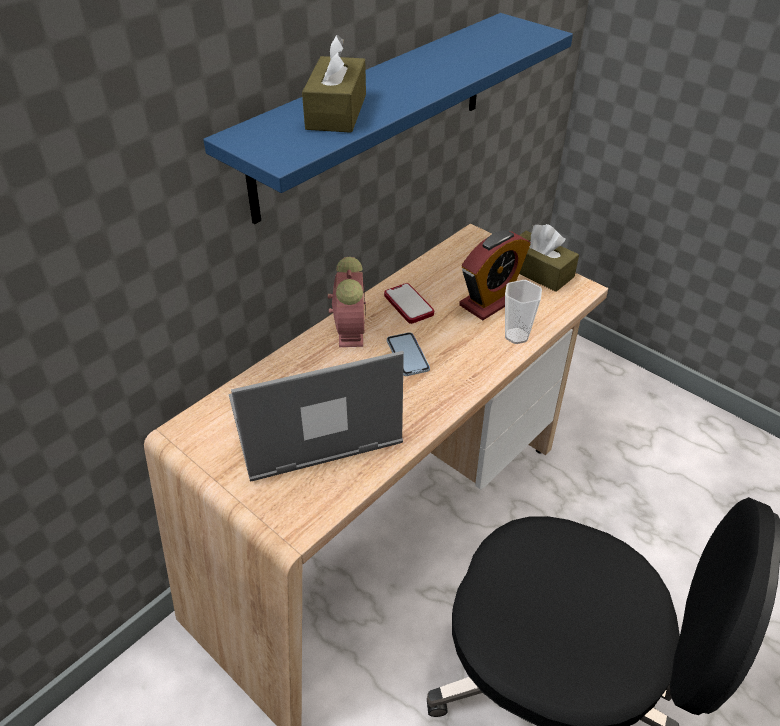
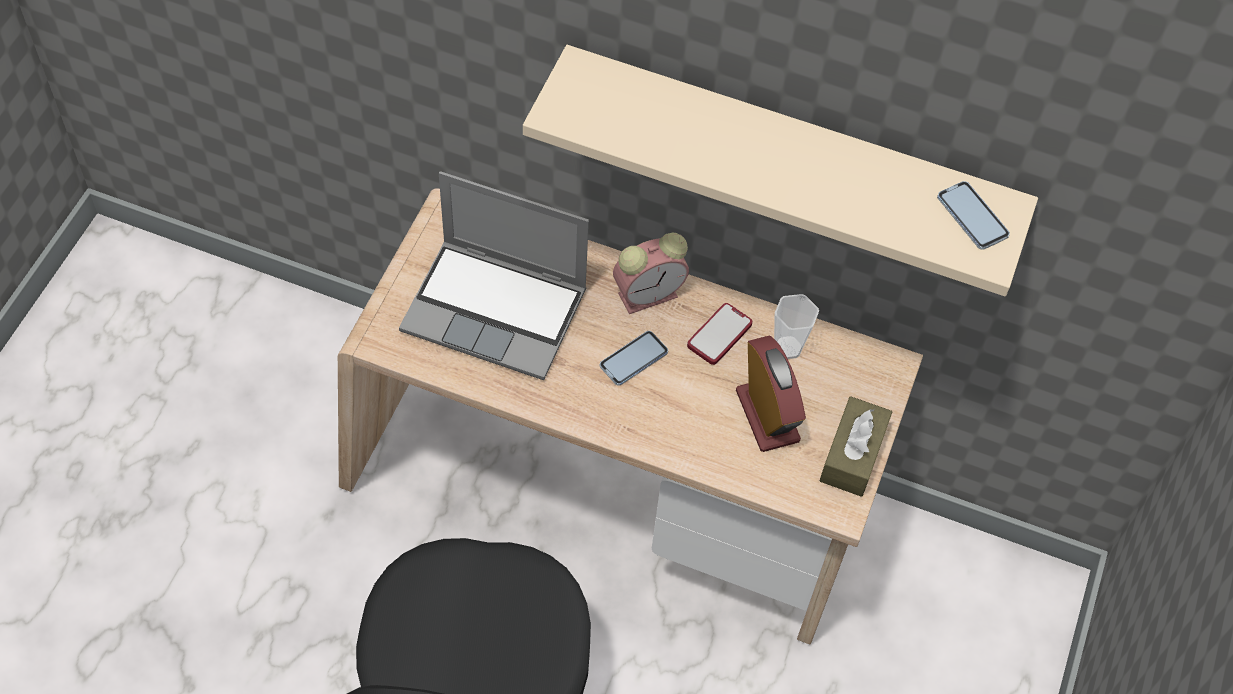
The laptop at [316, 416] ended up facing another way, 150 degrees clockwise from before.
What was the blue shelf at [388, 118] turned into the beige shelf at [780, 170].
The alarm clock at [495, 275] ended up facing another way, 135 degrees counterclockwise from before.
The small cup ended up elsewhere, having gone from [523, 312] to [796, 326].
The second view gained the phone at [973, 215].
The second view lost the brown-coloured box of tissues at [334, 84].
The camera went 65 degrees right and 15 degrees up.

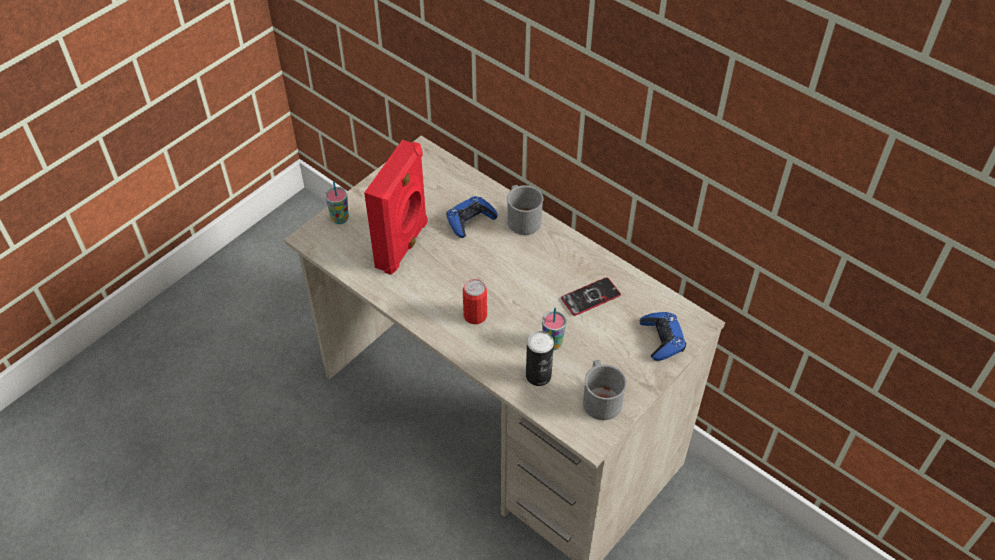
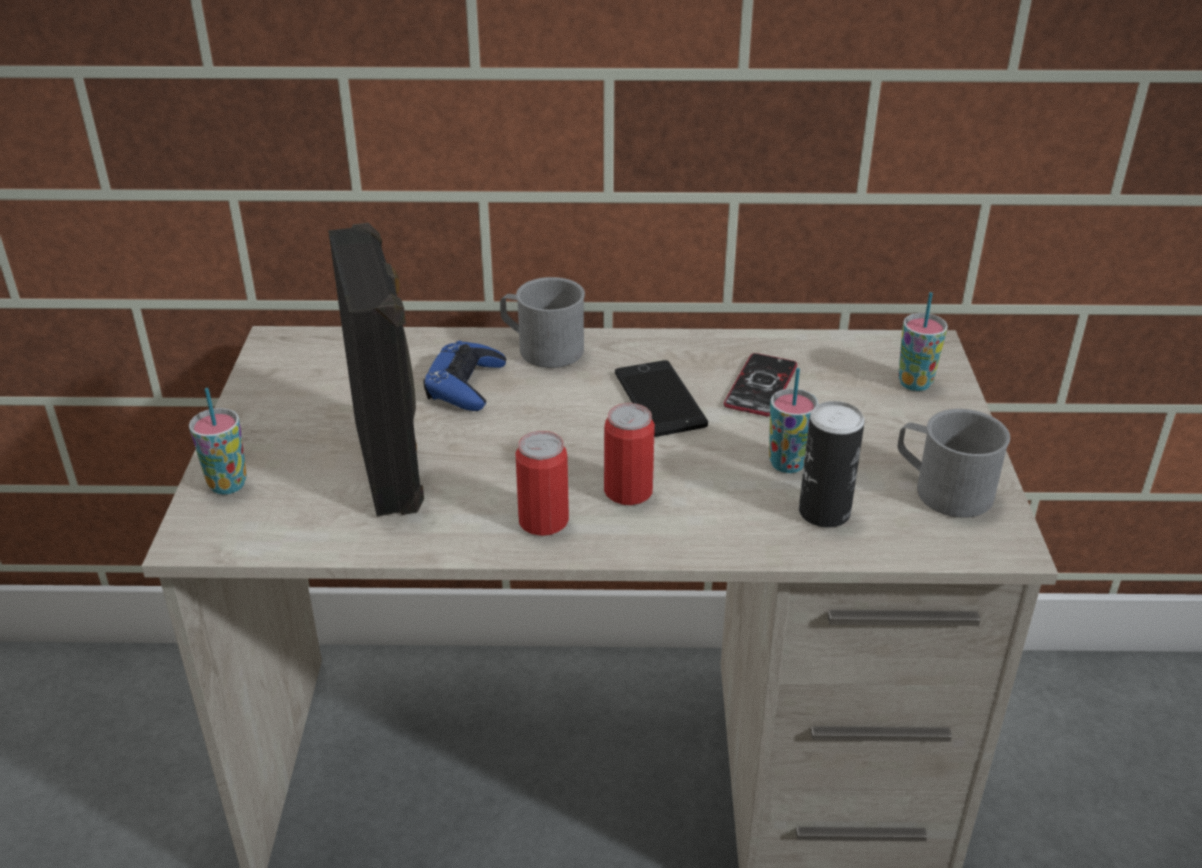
What was the reddish audio speaker at [396, 207] turned into the black-coloured audio speaker at [376, 370].
The second view gained the metal can at [542, 483].
The second view gained the phone at [661, 398].
Where the blue game controller stood at [663, 336], the small cup came to stand at [923, 341].
The camera went 40 degrees left and 15 degrees down.

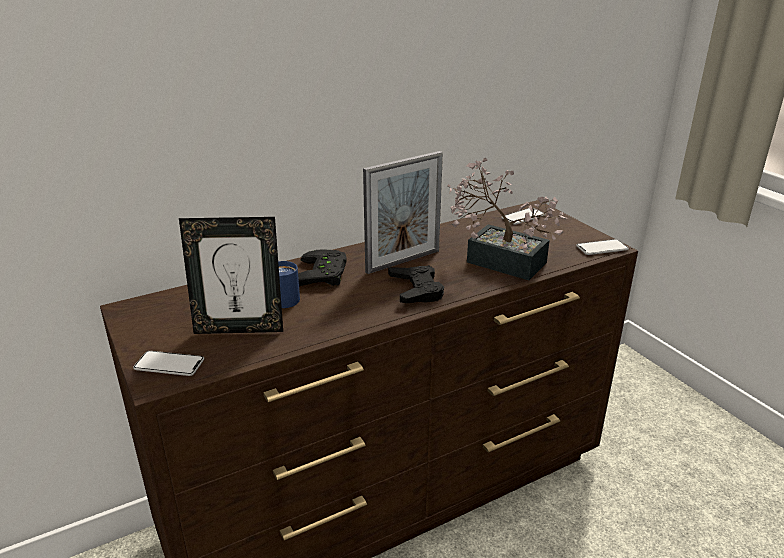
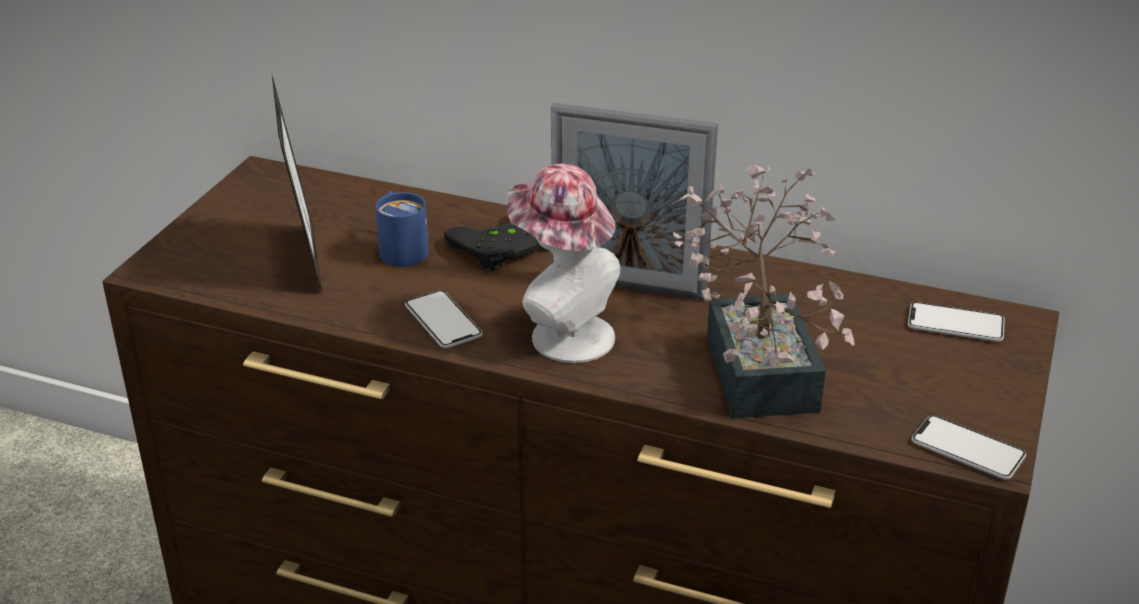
The photo frame at [231, 275] ended up facing another way, 150 degrees counterclockwise from before.
The phone ended up elsewhere, having gone from [168, 363] to [444, 319].
Where the black-coloured game controller stood at [416, 284], the clothing hat came to stand at [563, 263].
The camera went 50 degrees right and 5 degrees up.

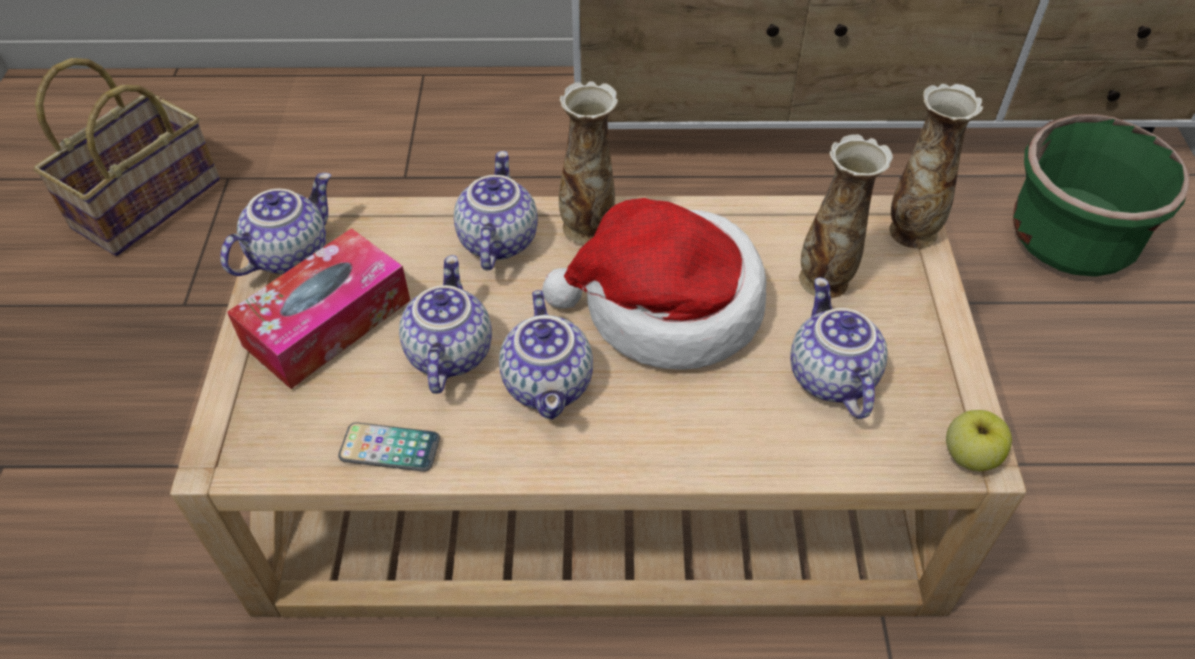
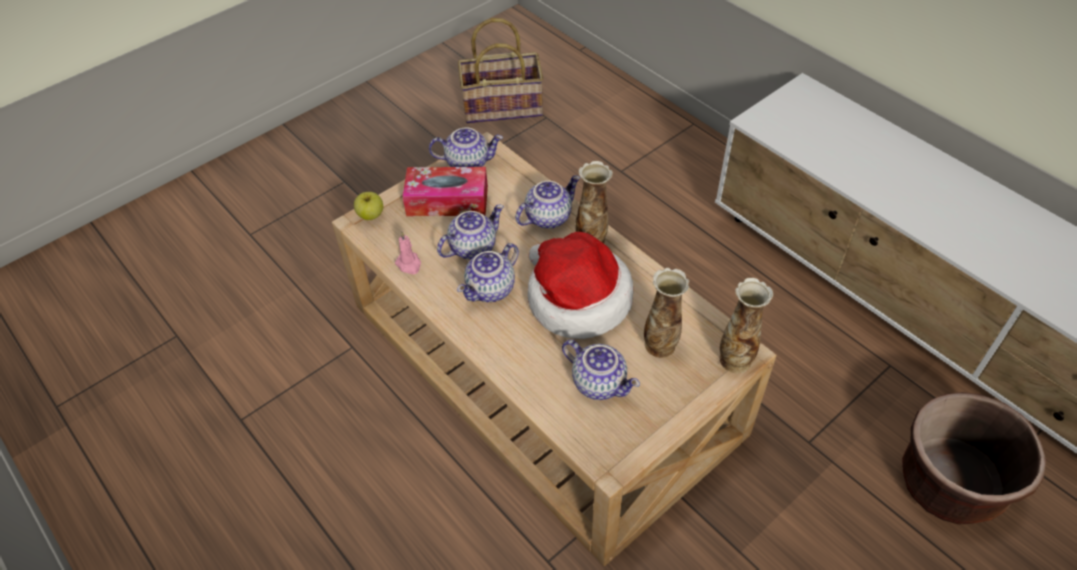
The apple fruit ended up elsewhere, having gone from [979, 440] to [368, 206].
Where the phone stood at [389, 447], the pink-coloured candle came to stand at [408, 253].
The tea pot at [839, 348] ended up facing another way, 90 degrees clockwise from before.
What was the greenish plant pot at [1101, 195] turned into the brown-coloured plant pot at [974, 458].
The camera went 50 degrees right and 0 degrees up.

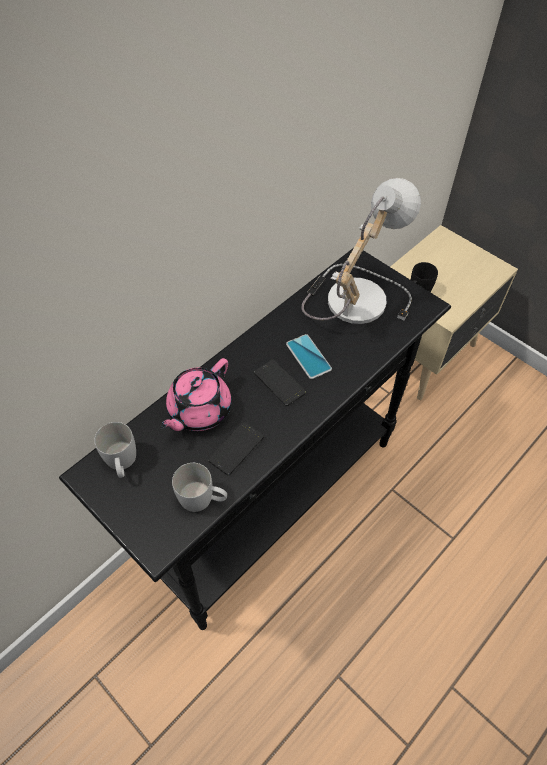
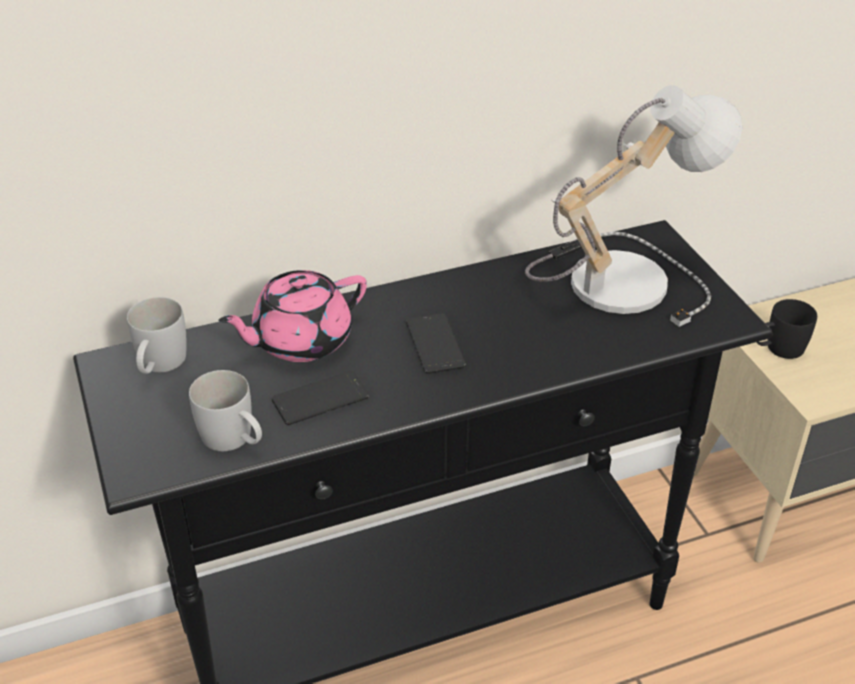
The second view lost the phone at [309, 356].
The camera went 25 degrees right and 15 degrees down.

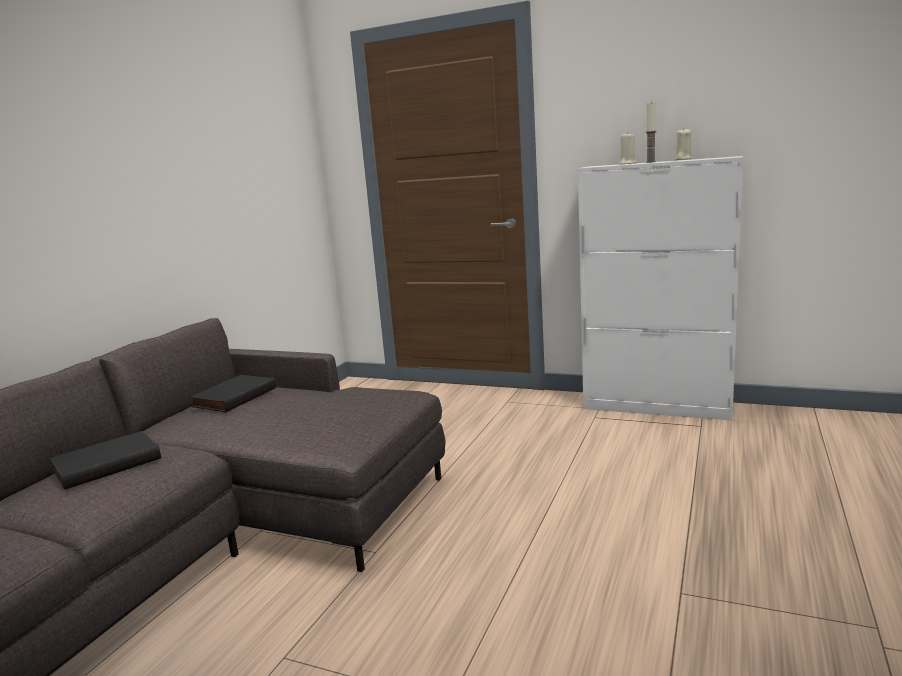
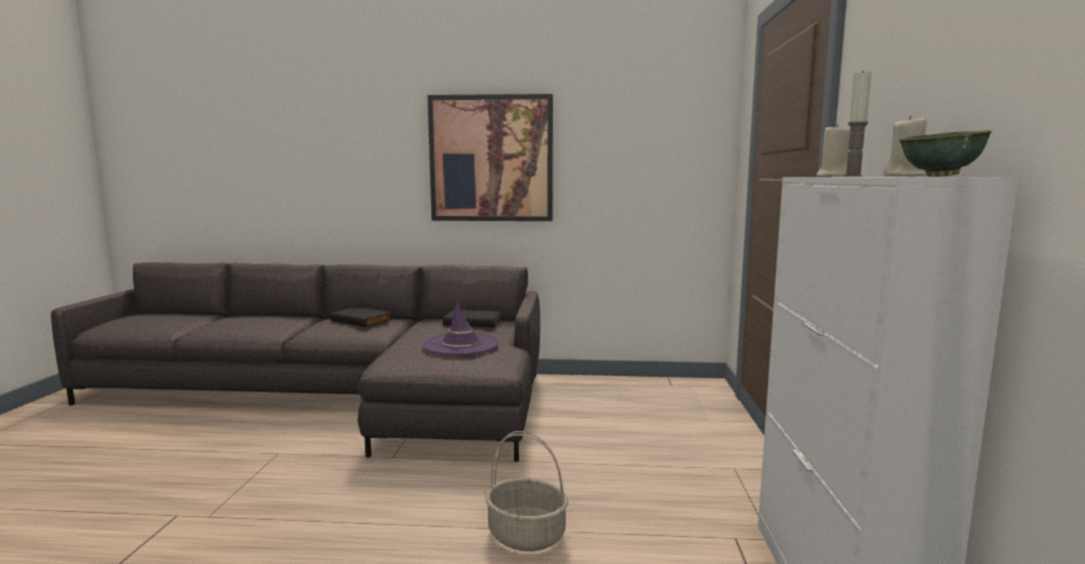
The second view gained the purple clothing hat at [461, 327].
The second view gained the wall picture at [490, 157].
The second view gained the storage basket at [526, 491].
The second view gained the greenish deep dish at [945, 153].
The camera went 70 degrees right and 5 degrees down.

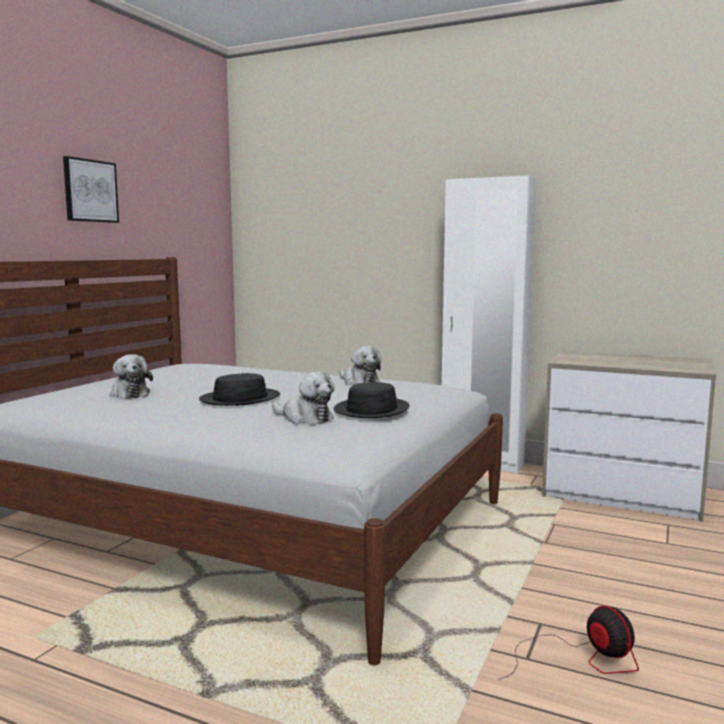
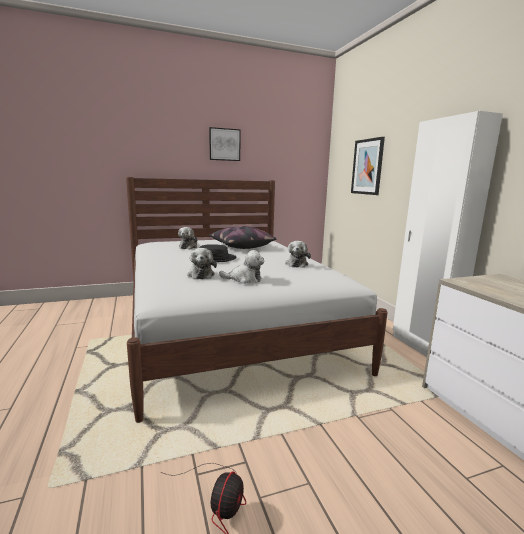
The second view gained the throw pillow at [242, 237].
Where the black-coloured clothing hat stood at [371, 400], the cuddly toy came to stand at [241, 267].
The second view gained the wall picture at [368, 166].
The camera went 45 degrees right and 5 degrees up.

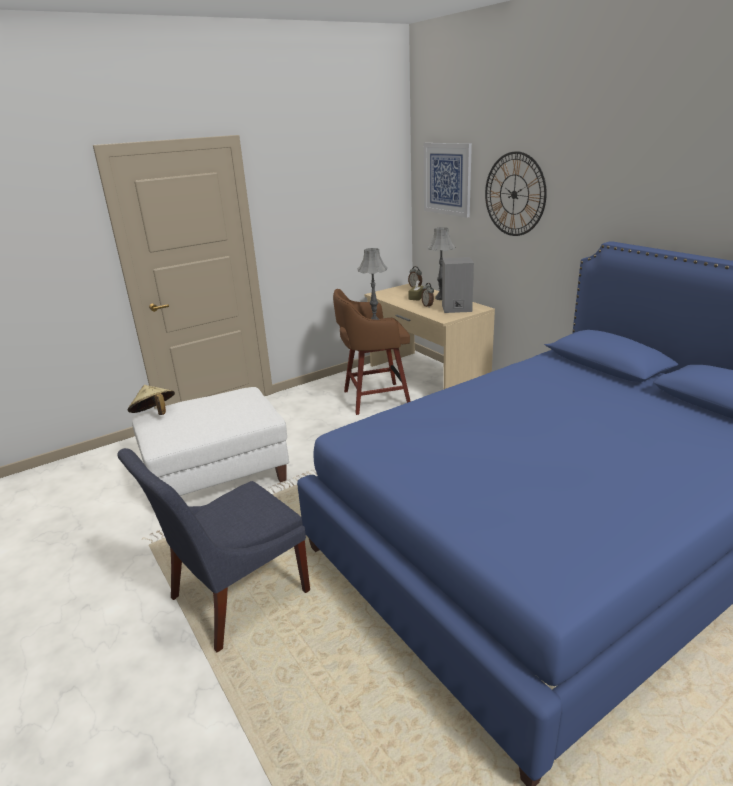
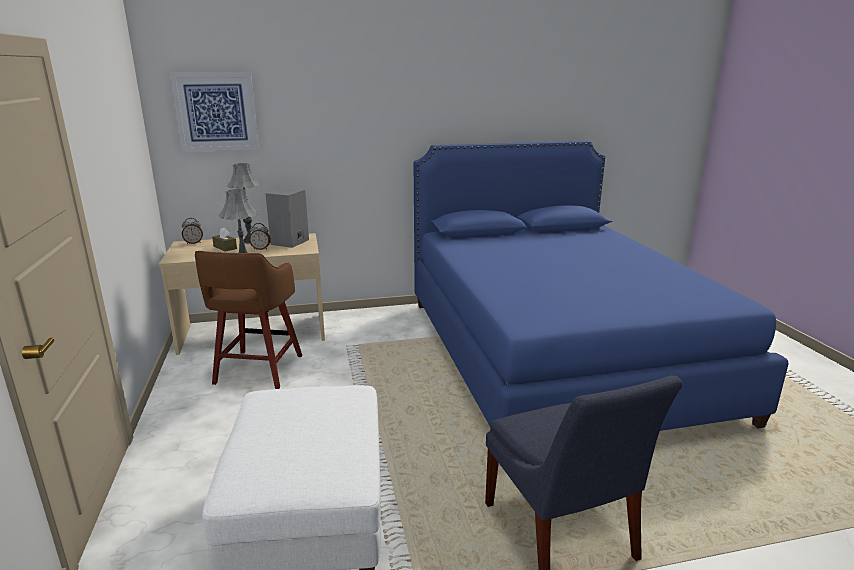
The second view lost the beige clothing hat at [151, 400].
The second view lost the hanging clock at [516, 193].
The camera went 70 degrees left and 5 degrees down.

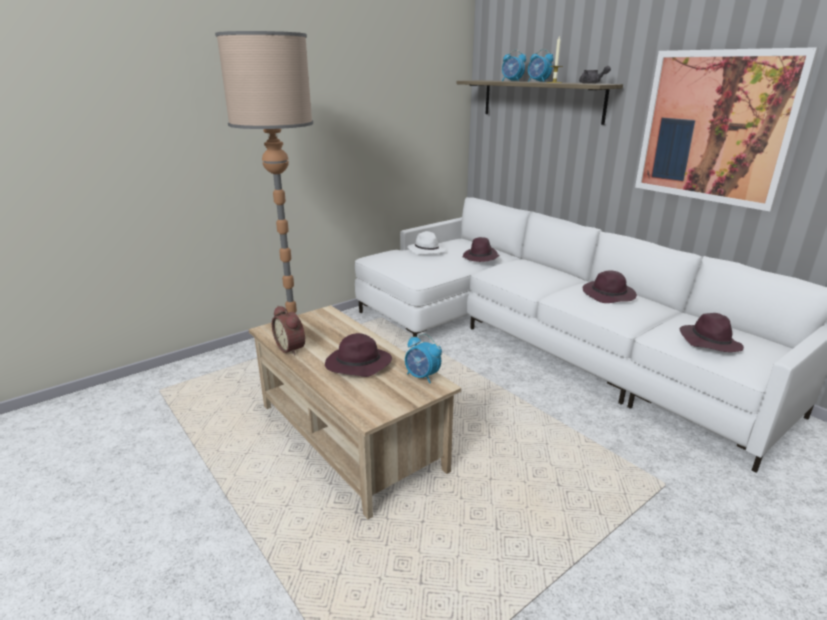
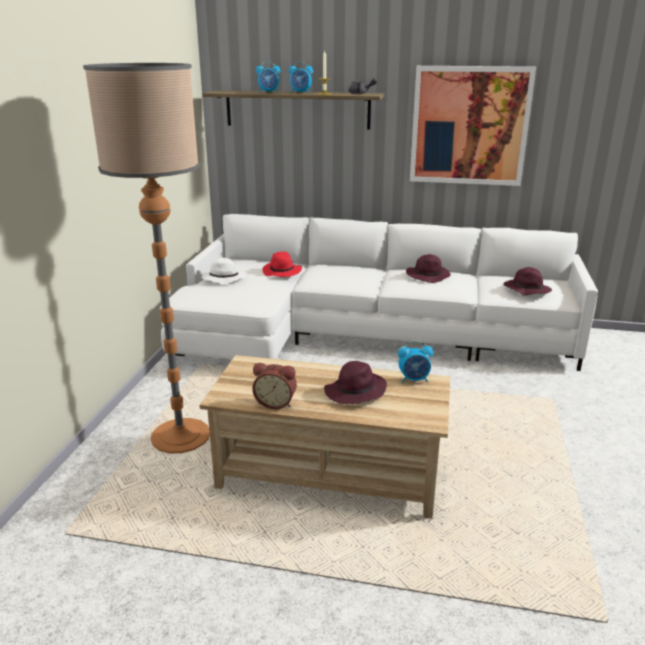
What was the purple clothing hat at [481, 249] turned into the reddish clothing hat at [282, 264].
The camera went 40 degrees left and 0 degrees up.

